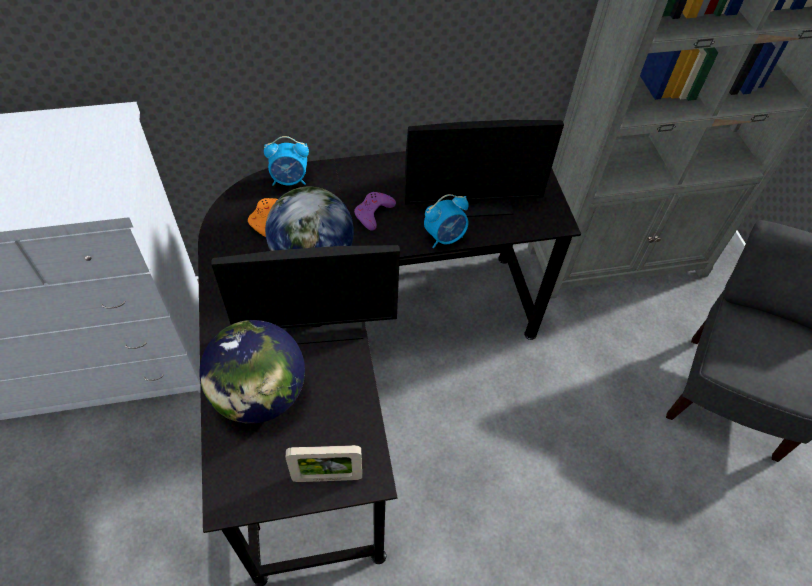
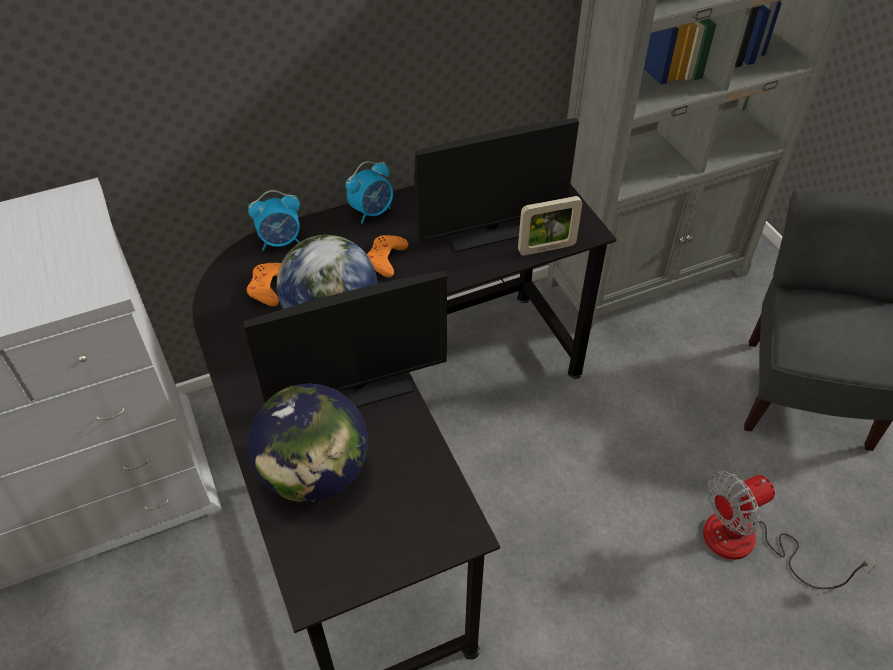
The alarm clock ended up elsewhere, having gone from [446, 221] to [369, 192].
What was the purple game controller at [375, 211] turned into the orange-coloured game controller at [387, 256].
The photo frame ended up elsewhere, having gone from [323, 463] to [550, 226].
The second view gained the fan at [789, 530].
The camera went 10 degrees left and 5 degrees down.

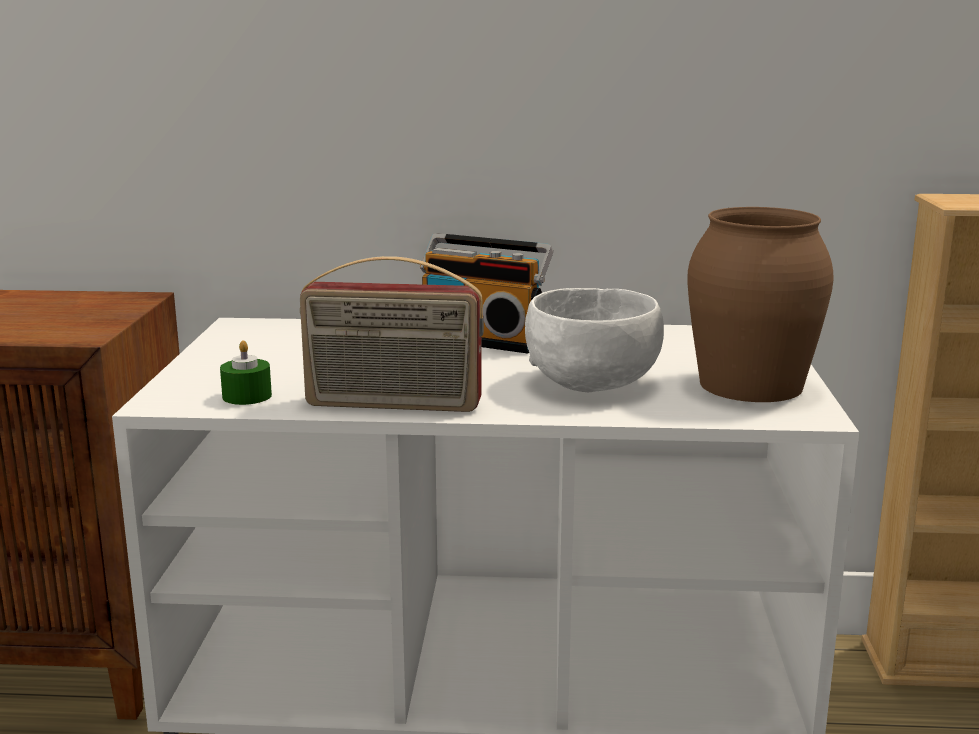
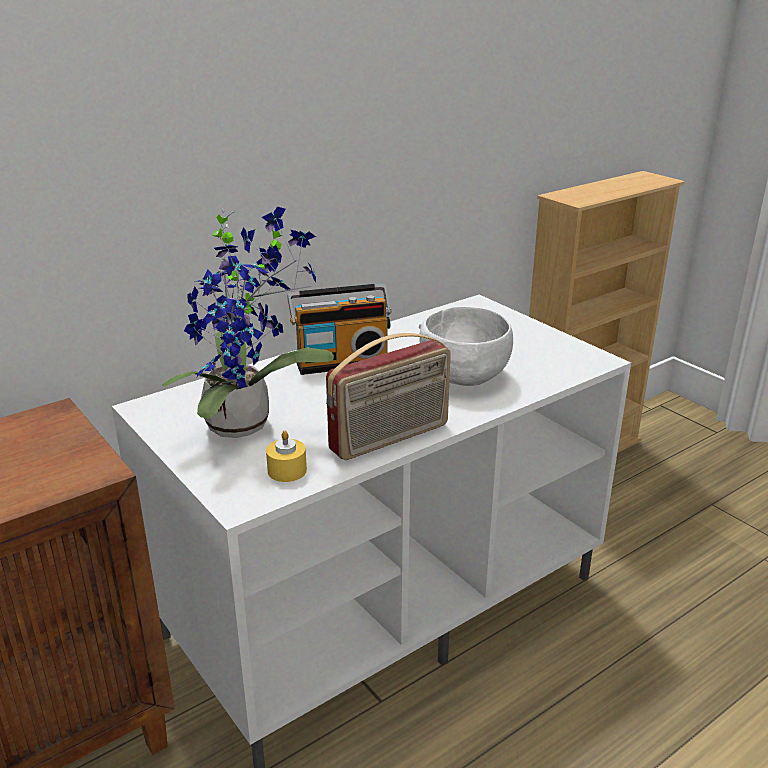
The second view gained the houseplant at [248, 322].
What was the greenish candle at [246, 372] turned into the yellow candle at [286, 456].
The second view lost the brown-coloured decorative vase at [760, 304].
The camera went 40 degrees left and 10 degrees up.

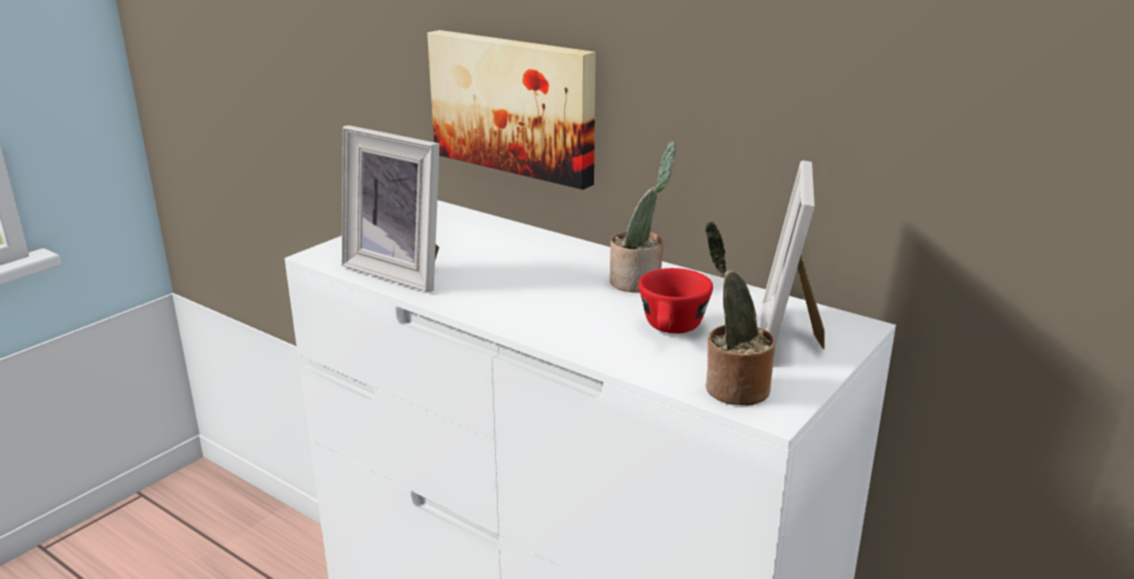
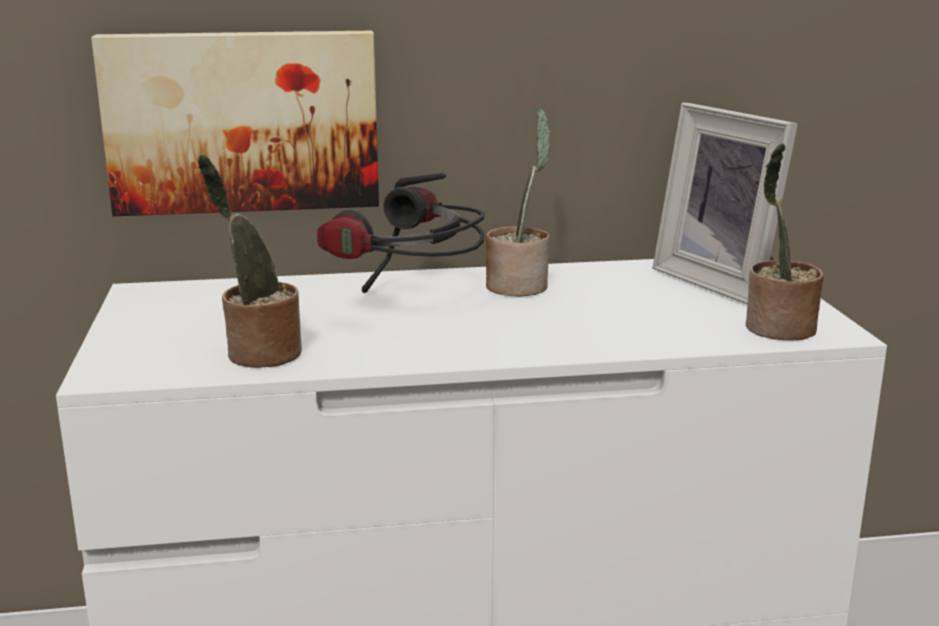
Where the photo frame stood at [391, 208], the houseplant came to stand at [250, 261].
The second view gained the headset at [401, 233].
The second view lost the reddish small cup at [675, 301].
The camera went 45 degrees left and 5 degrees down.

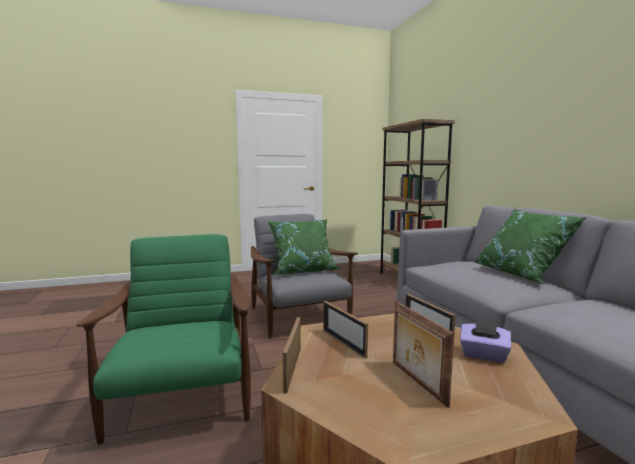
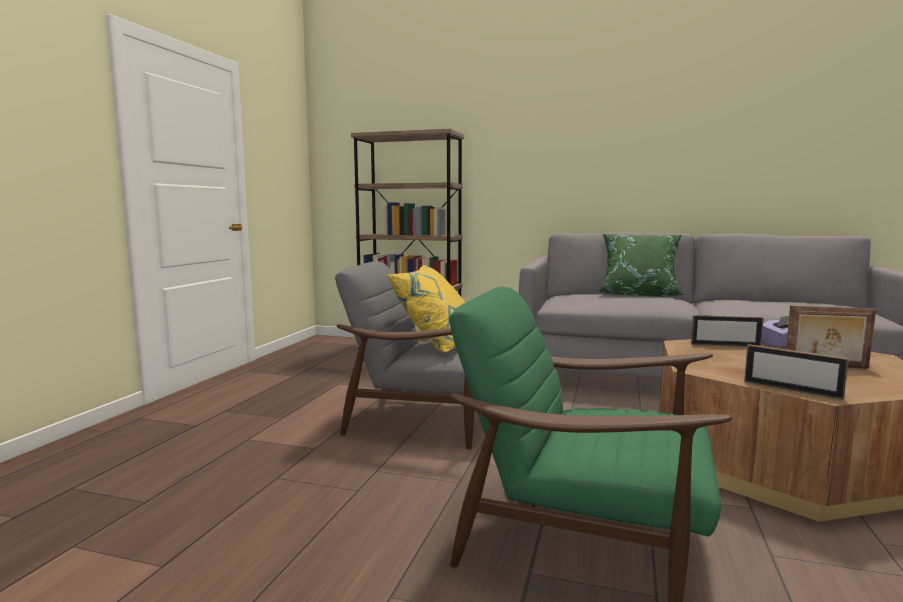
What was the greenish throw pillow at [303, 246] turned into the yellow throw pillow at [426, 308].
The second view lost the photo frame at [345, 329].
The camera went 55 degrees left and 0 degrees up.

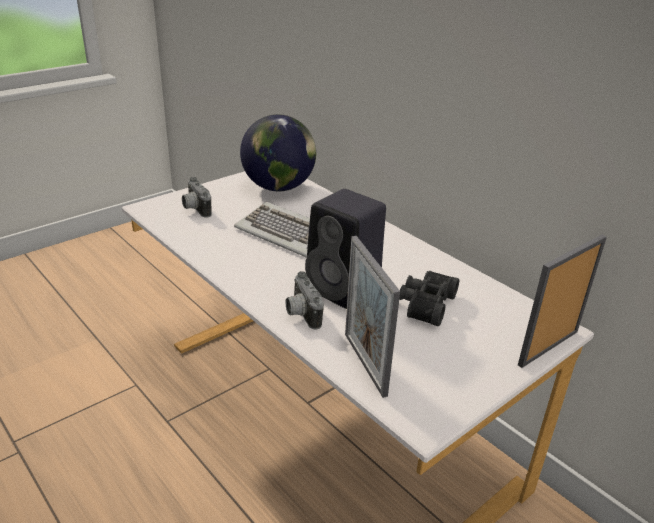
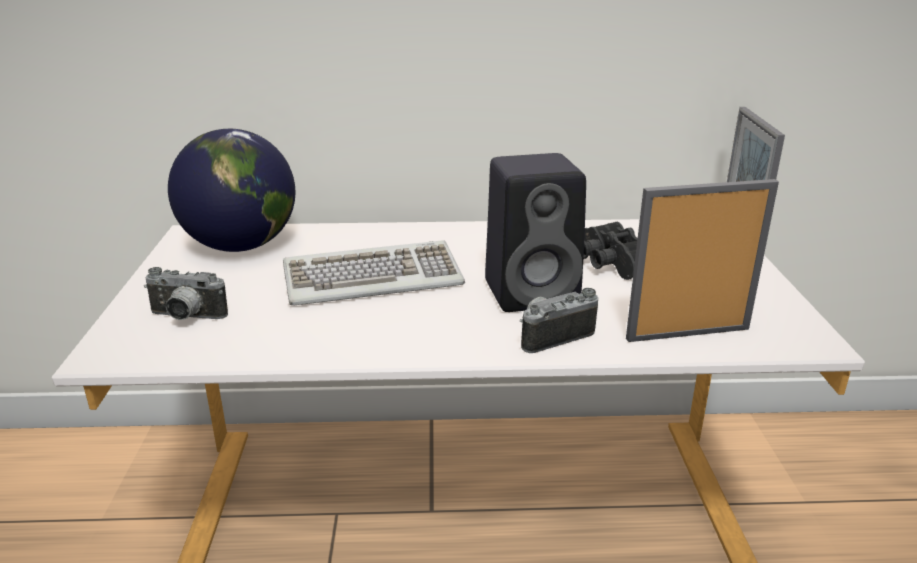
The still camera at [305, 300] ended up facing another way, 135 degrees clockwise from before.
The photo frame at [372, 317] ended up facing another way, 150 degrees clockwise from before.
The camera went 50 degrees left and 5 degrees down.

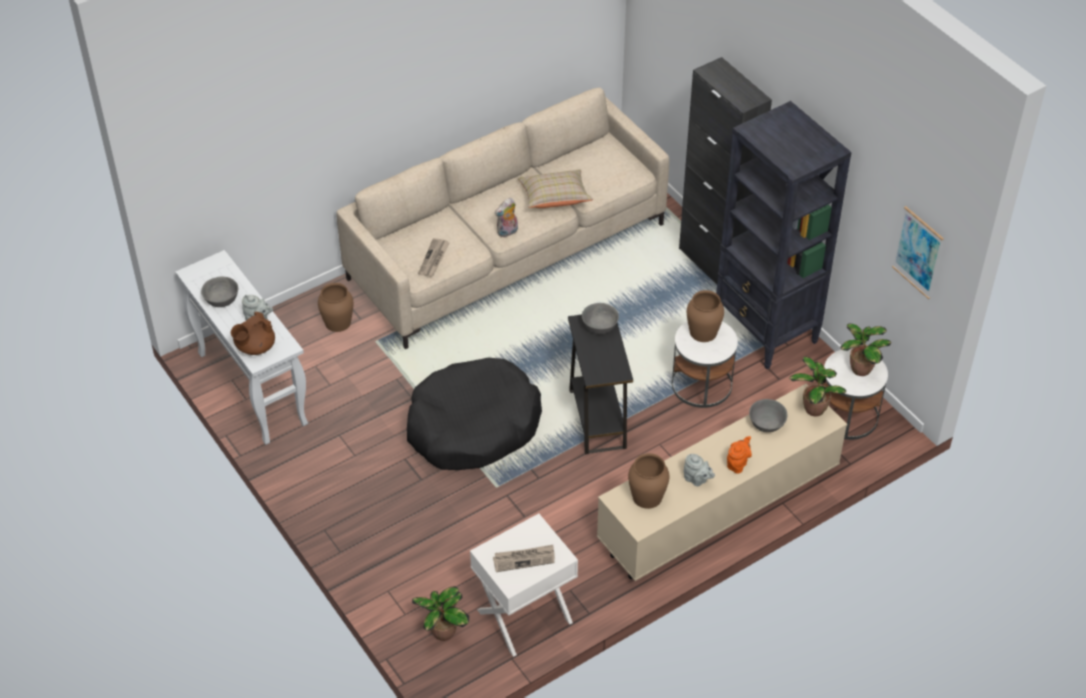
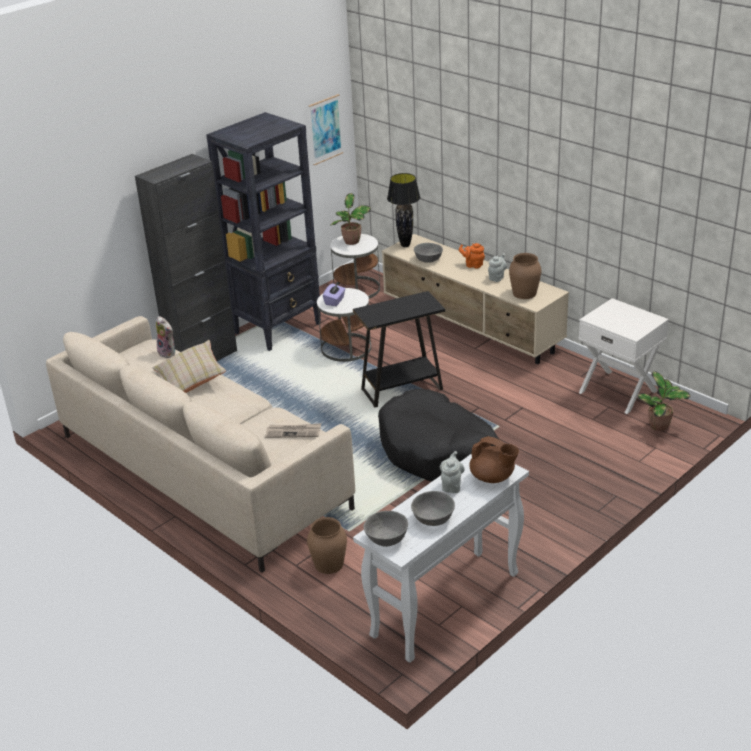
The cuddly toy ended up elsewhere, having gone from [506, 217] to [165, 337].
Where the brown-coloured decorative vase stood at [705, 316], the purple box of tissues came to stand at [334, 294].
The gray deep dish ended up elsewhere, having gone from [600, 318] to [385, 529].
Where the houseplant stood at [817, 386], the black-coloured lamp for a table came to stand at [403, 210].
The second view lost the daily paper at [524, 558].
The camera went 100 degrees left and 15 degrees down.

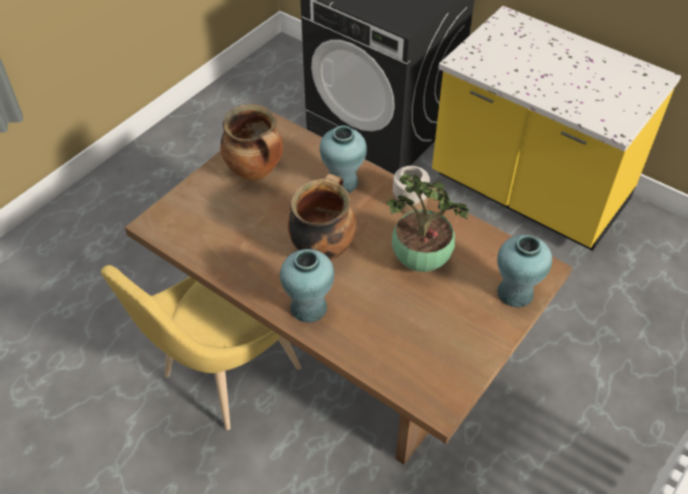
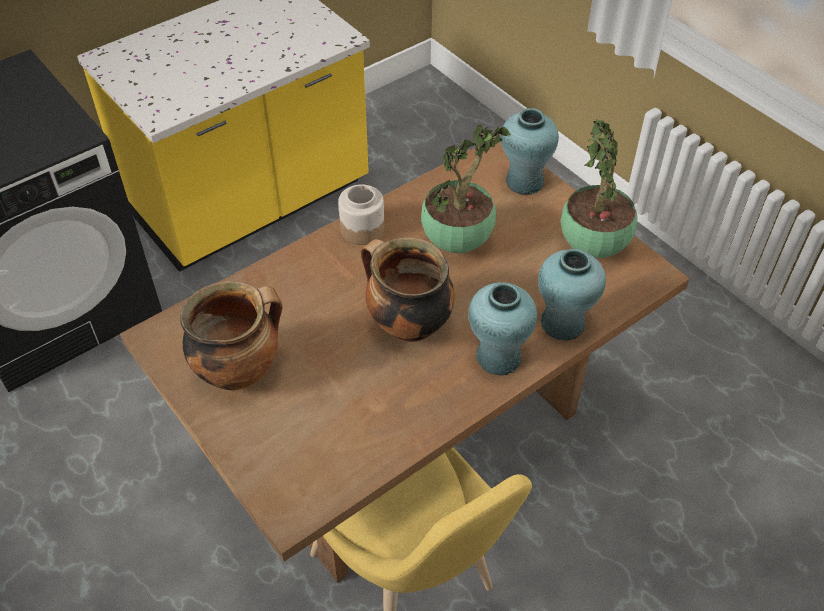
The blue-green decorative vase ended up elsewhere, having gone from [343, 159] to [572, 295].
The second view gained the houseplant at [599, 189].
The camera went 75 degrees left and 0 degrees up.

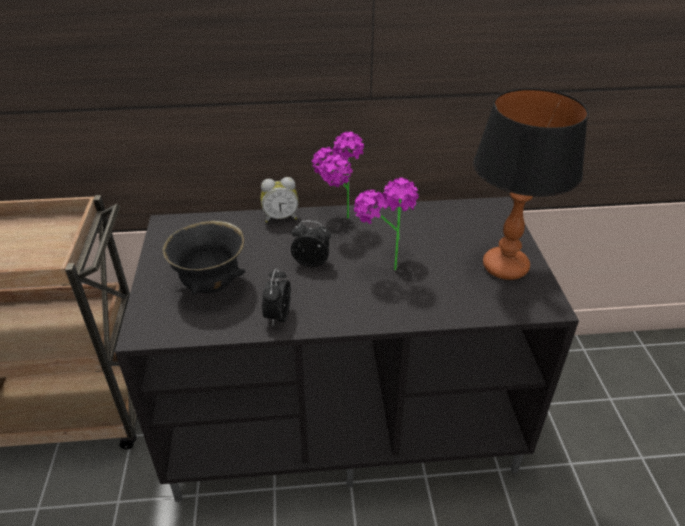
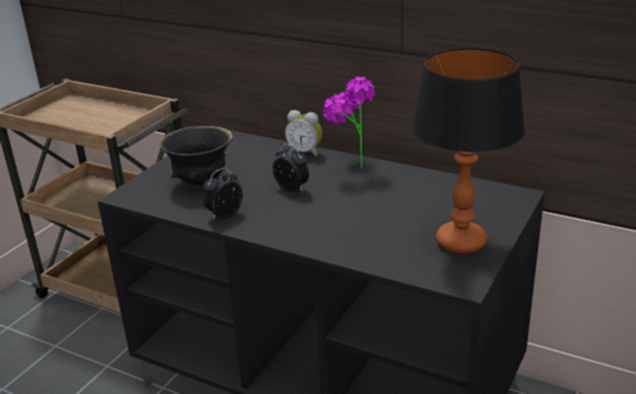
The second view lost the houseplant at [386, 224].
The camera went 35 degrees right and 10 degrees down.

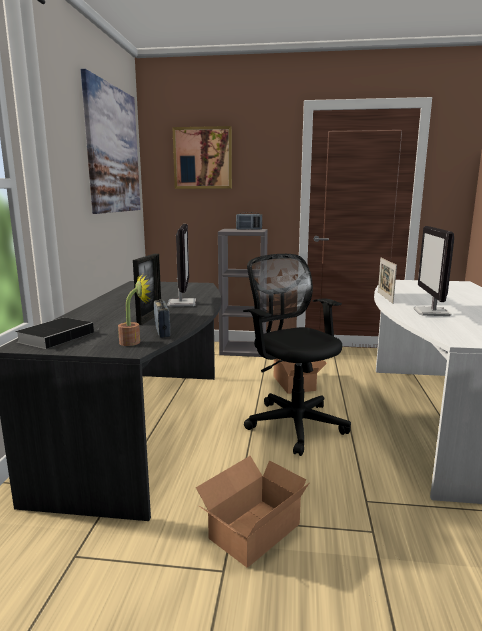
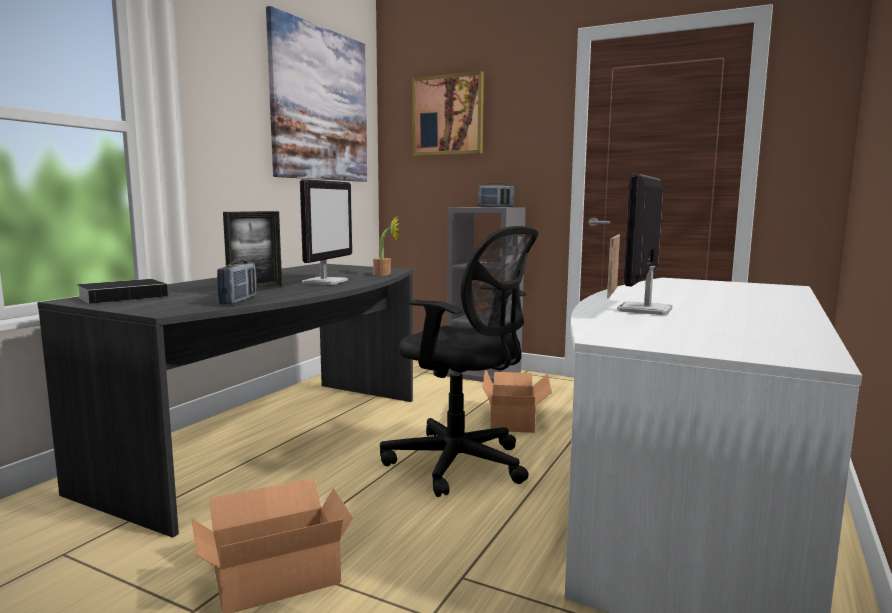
The houseplant ended up elsewhere, having gone from [134, 310] to [386, 245].
The black-coloured office chair at [297, 355] ended up facing another way, 135 degrees clockwise from before.
The camera went 20 degrees right and 5 degrees down.

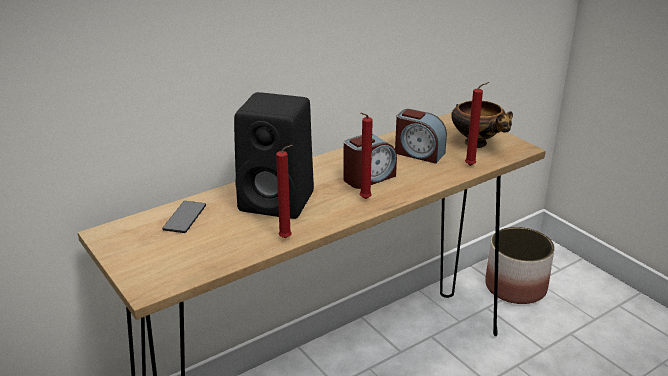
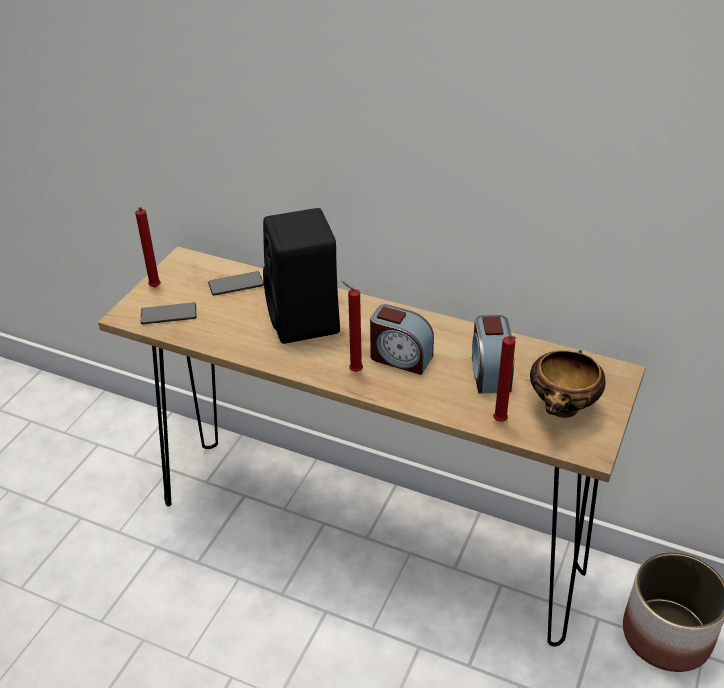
The reddish candle ended up elsewhere, having gone from [284, 191] to [148, 247].
The second view gained the phone at [168, 313].
The camera went 60 degrees right and 10 degrees up.

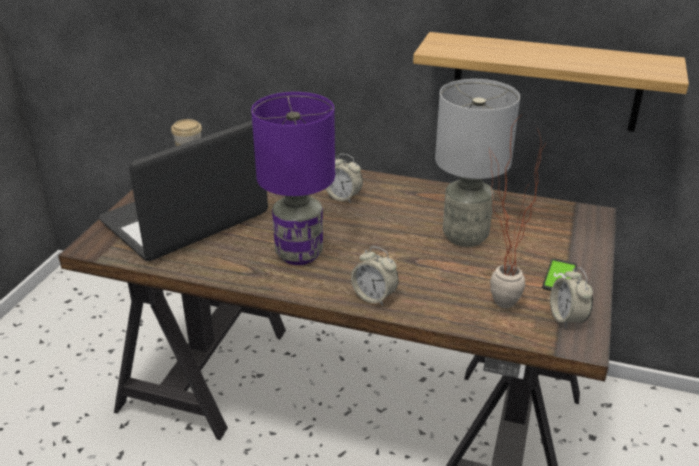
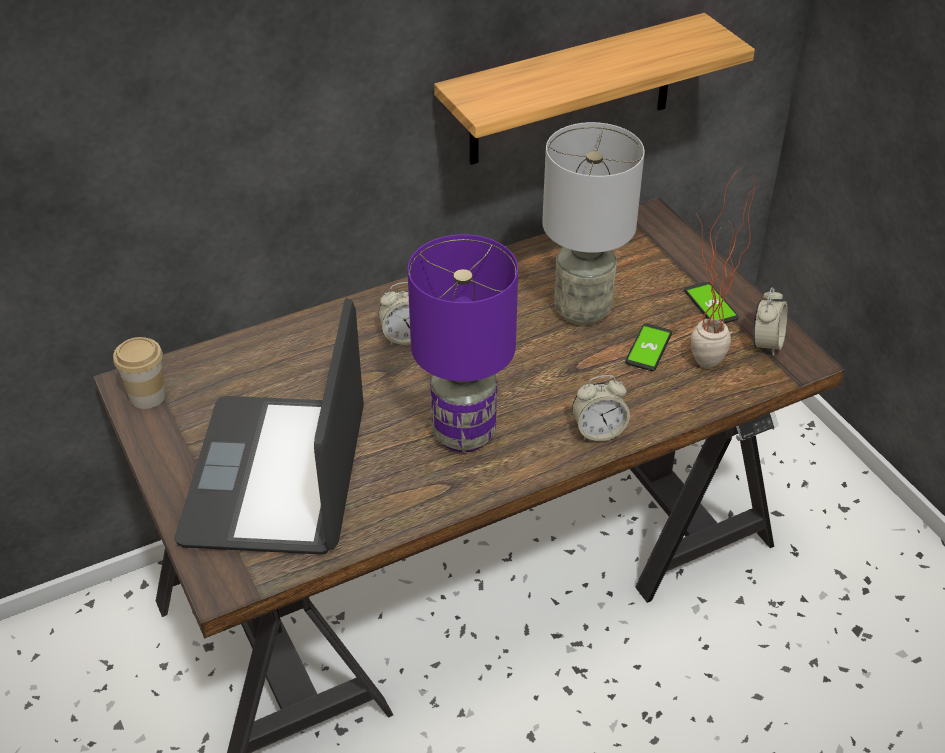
The second view gained the phone at [648, 347].
The alarm clock at [571, 298] ended up facing another way, 105 degrees counterclockwise from before.
The camera went 45 degrees left and 10 degrees up.

